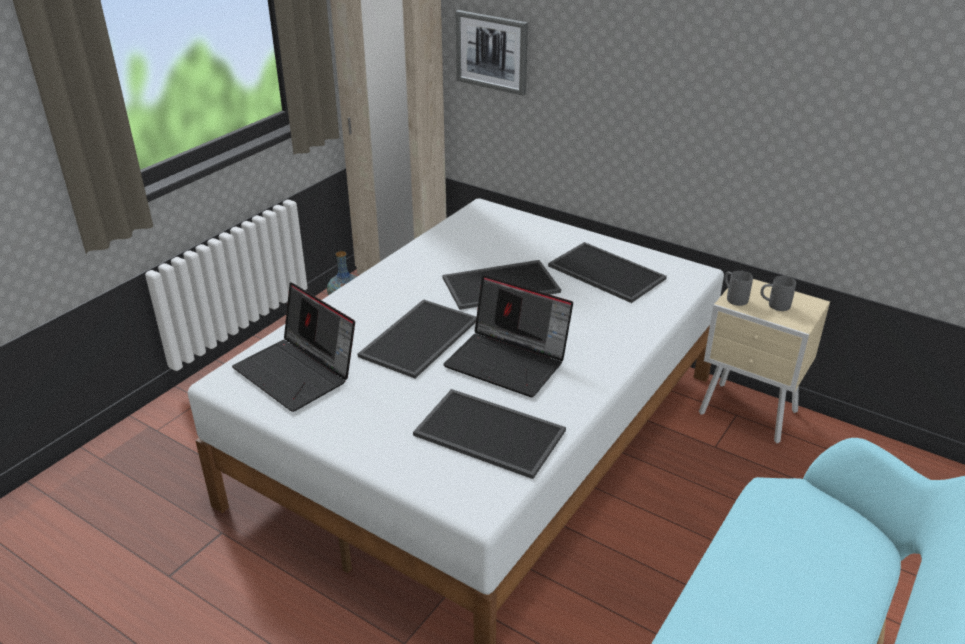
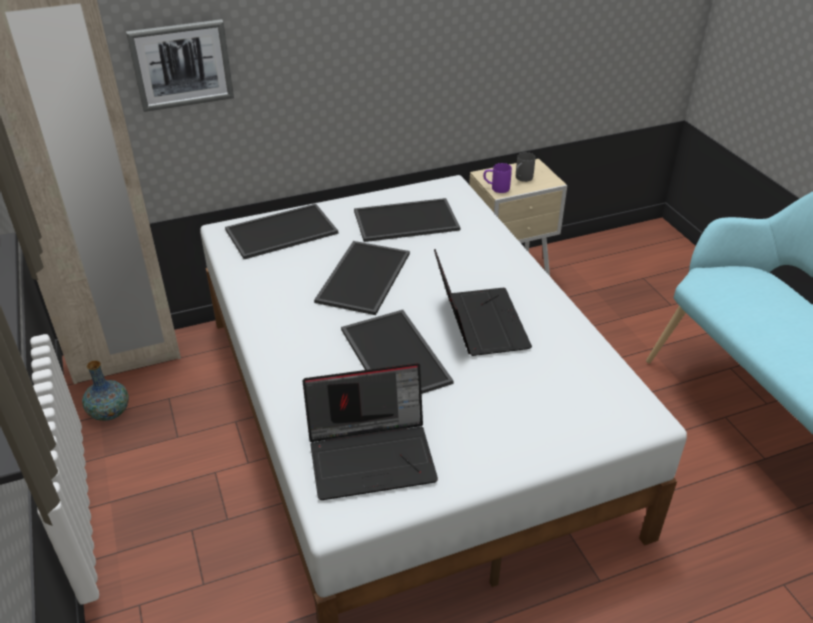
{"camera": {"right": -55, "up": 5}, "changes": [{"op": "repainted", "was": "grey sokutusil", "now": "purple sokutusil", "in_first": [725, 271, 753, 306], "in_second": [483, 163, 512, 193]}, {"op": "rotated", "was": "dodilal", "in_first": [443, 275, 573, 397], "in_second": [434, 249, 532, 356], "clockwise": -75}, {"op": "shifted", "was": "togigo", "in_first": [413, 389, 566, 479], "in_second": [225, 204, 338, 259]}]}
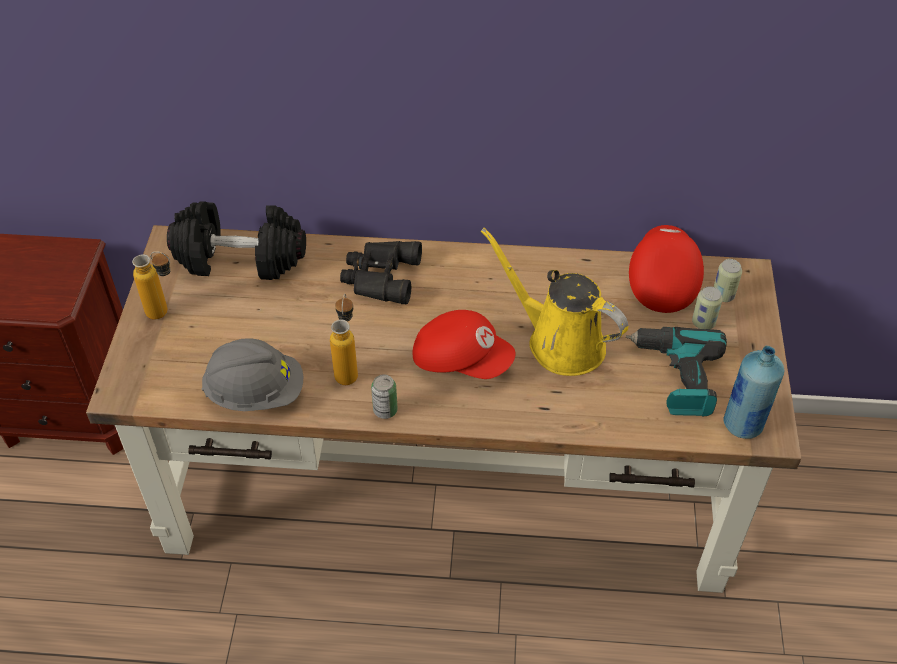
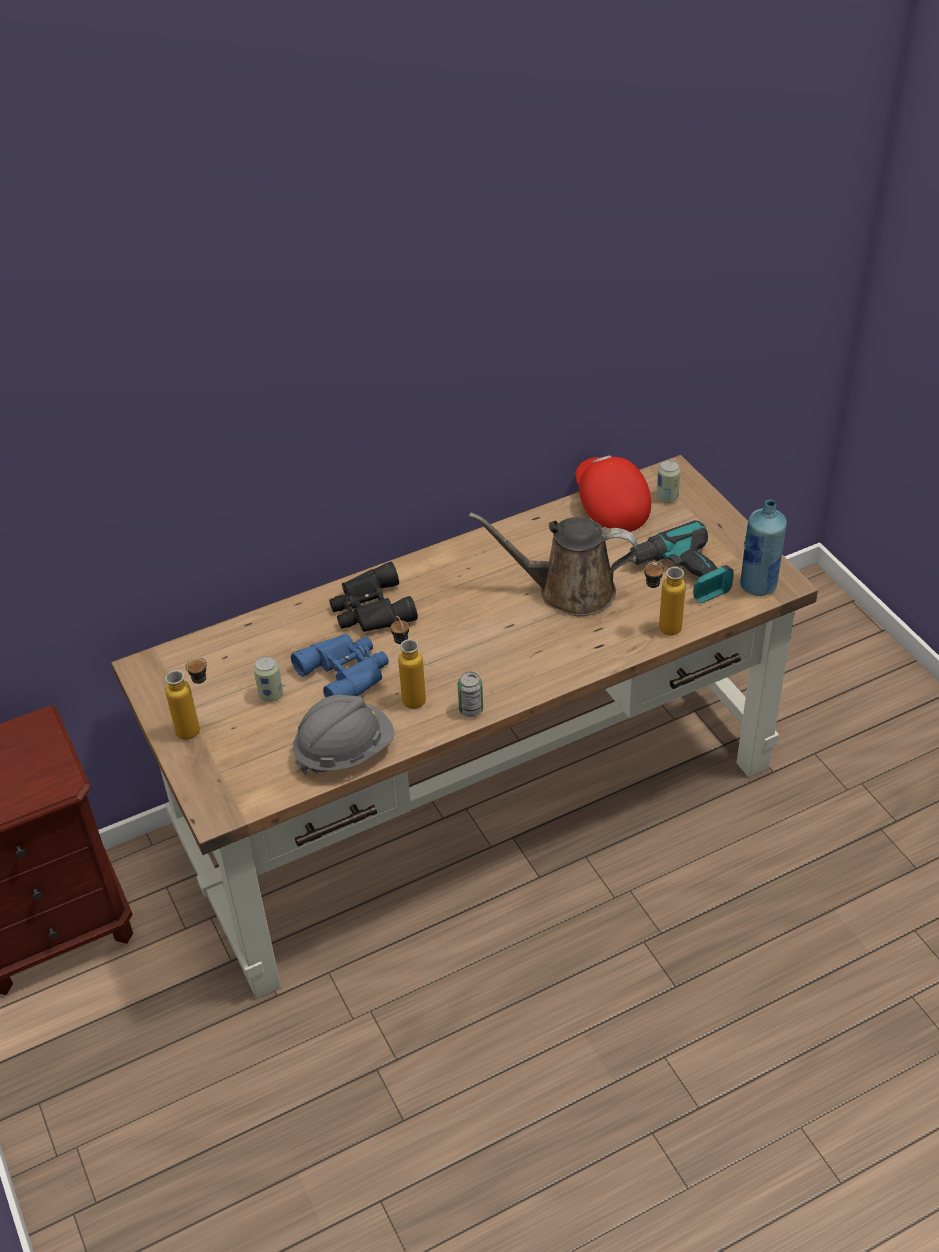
{"camera": {"right": -30, "up": -5}, "changes": [{"op": "gone", "was": "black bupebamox", "in_first": [167, 202, 306, 280]}, {"op": "repainted", "was": "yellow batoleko", "now": "brown batoleko", "in_first": [481, 228, 628, 376], "in_second": [469, 512, 637, 616]}, {"op": "shifted", "was": "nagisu", "in_first": [692, 286, 723, 329], "in_second": [254, 656, 283, 702]}, {"op": "gone", "was": "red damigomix", "in_first": [412, 310, 516, 379]}, {"op": "new", "now": "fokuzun", "in_second": [644, 562, 686, 635]}, {"op": "new", "now": "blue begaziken", "in_second": [291, 634, 389, 698]}]}
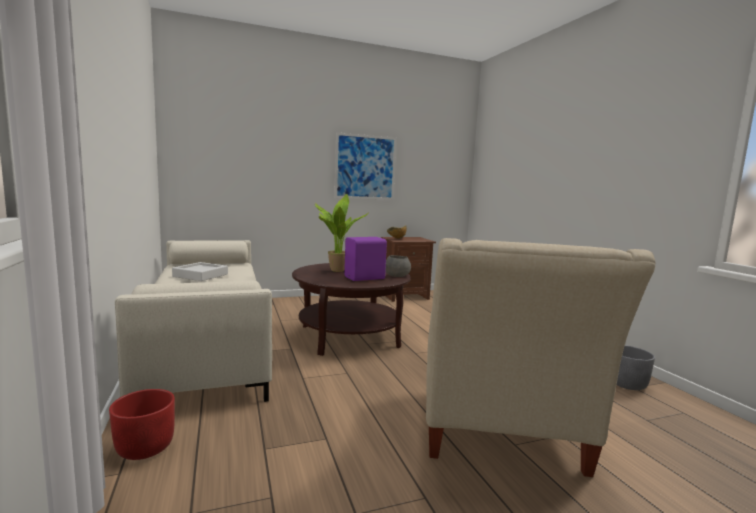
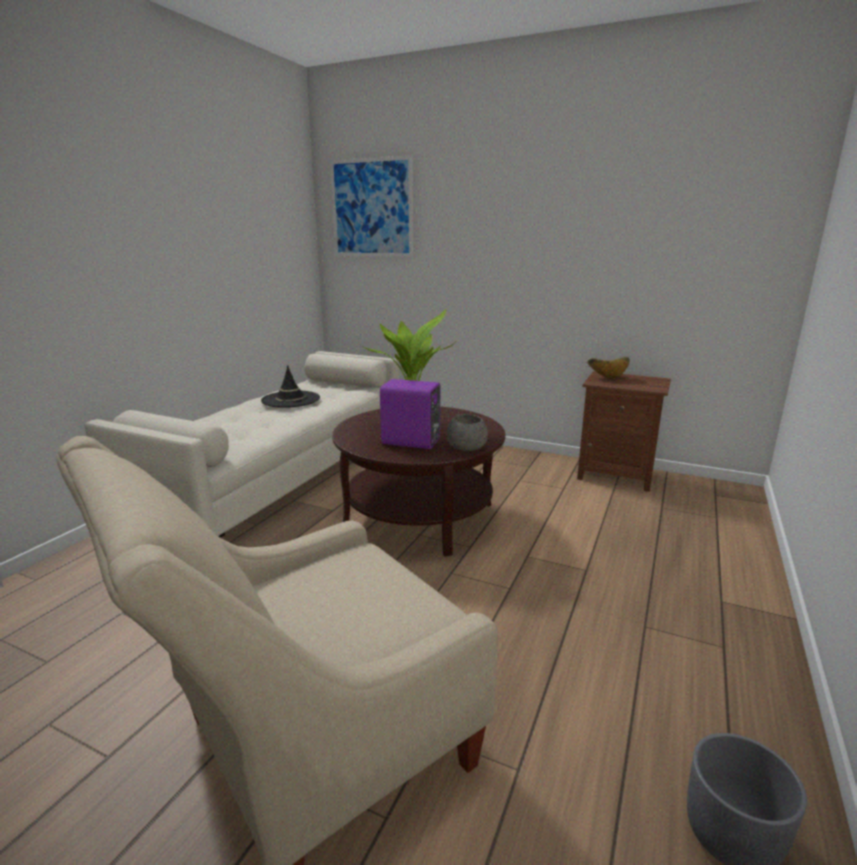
{"camera": {"right": 45, "up": 10}, "changes": [{"op": "shifted", "was": "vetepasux", "in_first": [334, 132, 397, 200], "in_second": [330, 155, 413, 257]}, {"op": "swapped", "was": "grey togigo", "now": "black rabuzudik", "in_first": [172, 262, 228, 281], "in_second": [261, 365, 320, 408]}, {"op": "gone", "was": "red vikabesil", "in_first": [109, 389, 175, 460]}]}
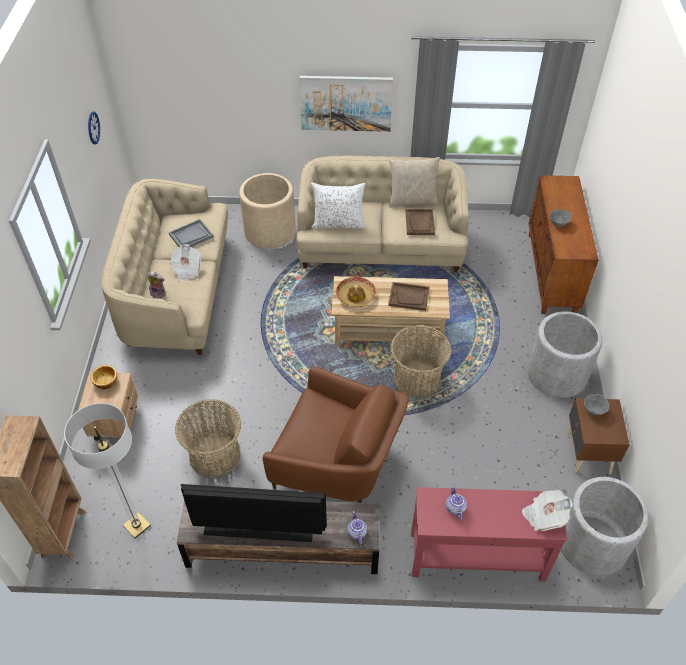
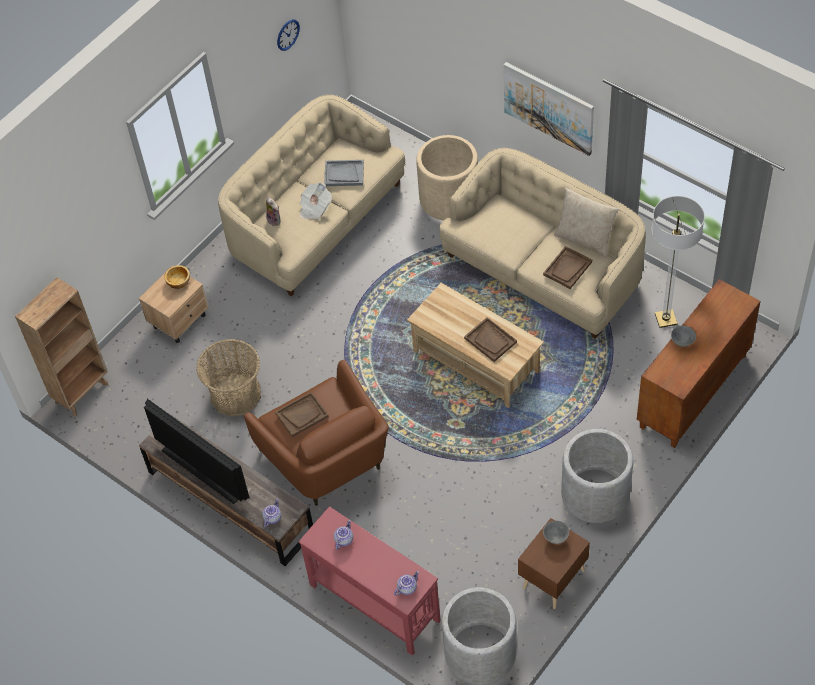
{"camera": {"right": 40, "up": 5}, "changes": [{"op": "gone", "was": "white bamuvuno", "in_first": [311, 183, 365, 229]}, {"op": "gone", "was": "rabuzudik", "in_first": [336, 277, 376, 307]}, {"op": "gone", "was": "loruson", "in_first": [390, 325, 452, 398]}, {"op": "shifted", "was": "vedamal", "in_first": [64, 403, 151, 538], "in_second": [651, 196, 705, 328]}, {"op": "swapped", "was": "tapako", "now": "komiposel", "in_first": [522, 490, 573, 531], "in_second": [394, 571, 419, 596]}, {"op": "new", "now": "brown togigo", "in_second": [275, 392, 329, 437]}]}
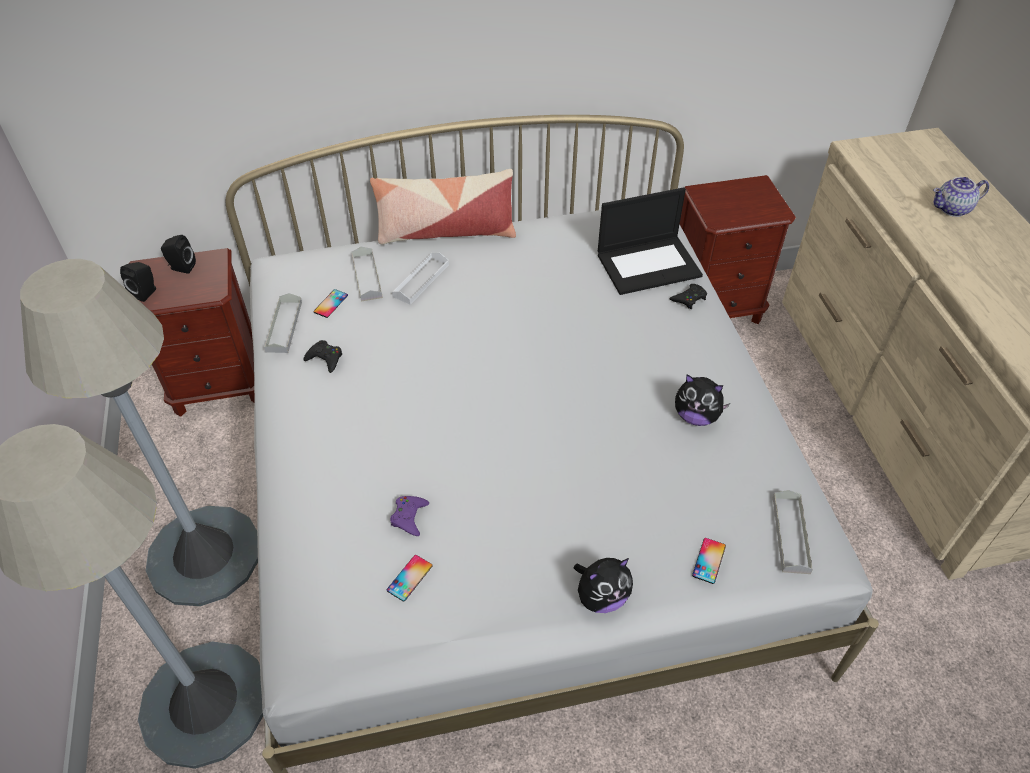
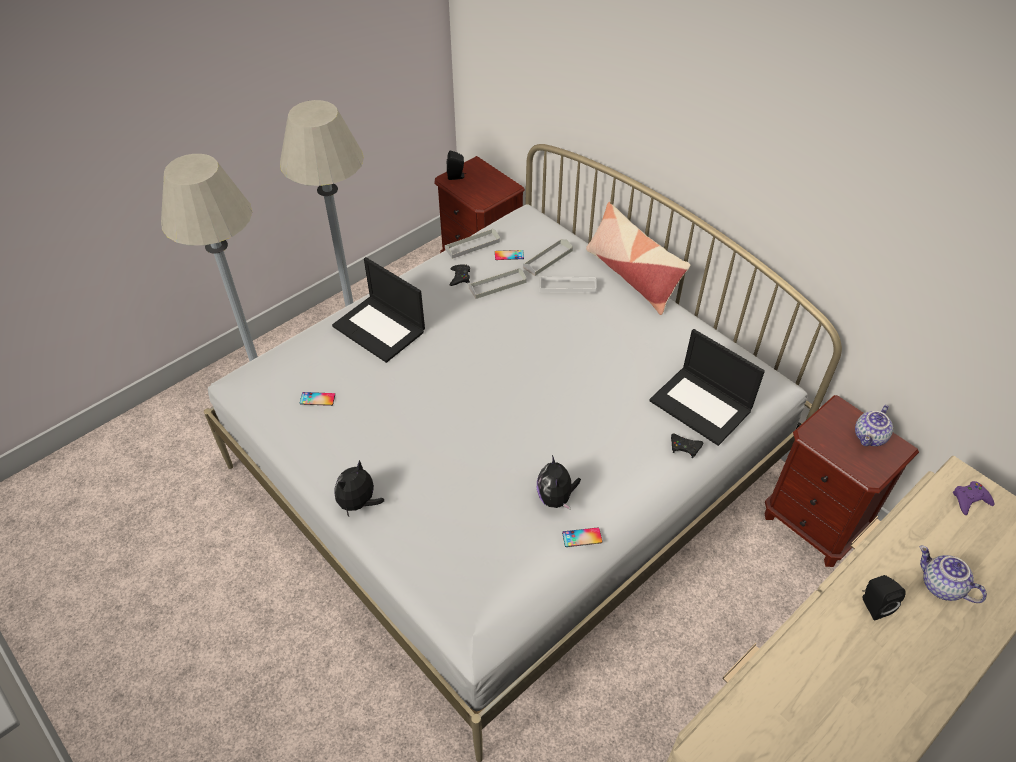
{"camera": {"right": 60, "up": 0}, "changes": [{"op": "shifted", "was": "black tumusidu", "in_first": [161, 235, 196, 274], "in_second": [862, 575, 906, 620]}, {"op": "shifted", "was": "grey togigo", "in_first": [773, 490, 813, 574], "in_second": [469, 268, 527, 299]}, {"op": "shifted", "was": "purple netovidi", "in_first": [390, 496, 429, 536], "in_second": [953, 481, 994, 515]}, {"op": "shifted", "was": "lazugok", "in_first": [692, 538, 726, 584], "in_second": [562, 528, 602, 547]}, {"op": "rotated", "was": "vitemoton", "in_first": [574, 558, 633, 613], "in_second": [335, 460, 384, 517], "clockwise": 90}, {"op": "new", "now": "dodilal", "in_second": [332, 257, 425, 363]}, {"op": "new", "now": "komiposel", "in_second": [855, 405, 893, 446]}]}
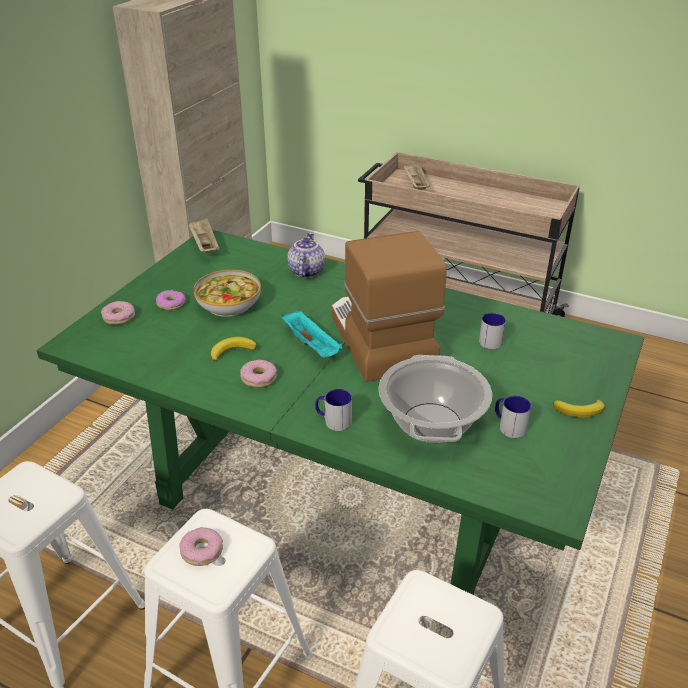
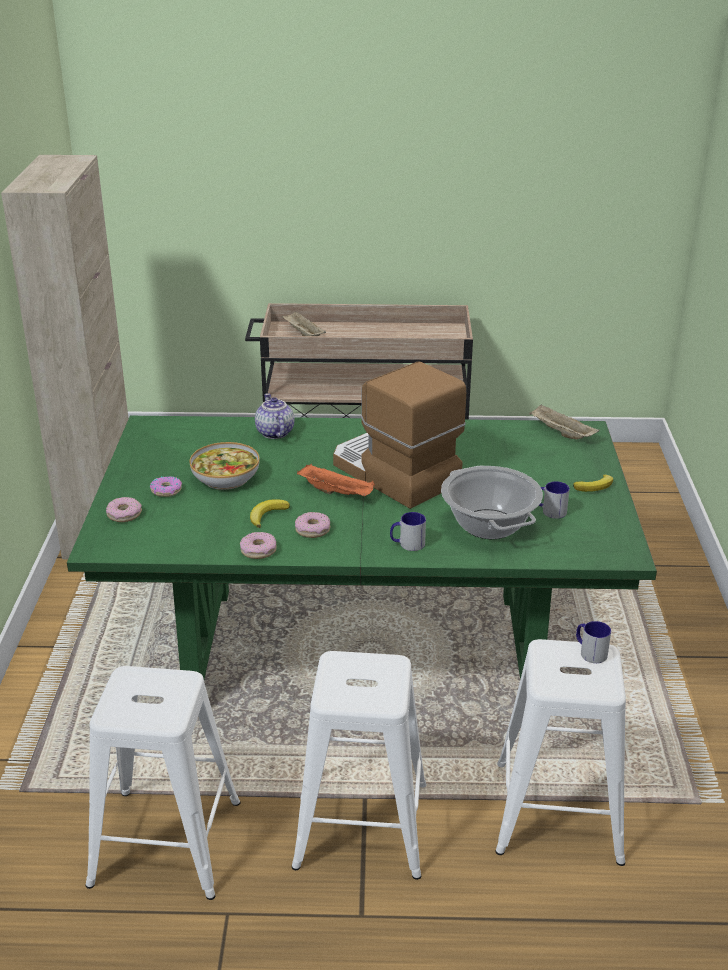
{"camera": {"right": -25, "up": -5}, "changes": [{"op": "shifted", "was": "beige togigo", "in_first": [187, 218, 219, 253], "in_second": [529, 404, 599, 439]}, {"op": "repainted", "was": "turquoise togigo", "now": "orange togigo", "in_first": [281, 310, 342, 358], "in_second": [297, 464, 375, 496]}, {"op": "shifted", "was": "sokutusil", "in_first": [479, 313, 506, 349], "in_second": [576, 621, 611, 663]}, {"op": "shifted", "was": "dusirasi", "in_first": [179, 527, 223, 566], "in_second": [240, 532, 277, 559]}]}
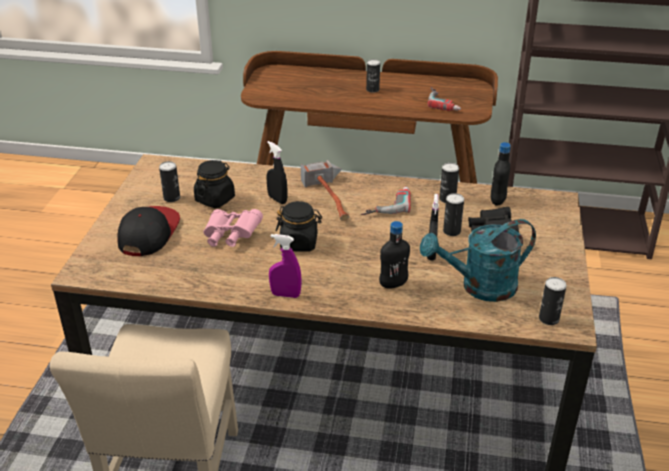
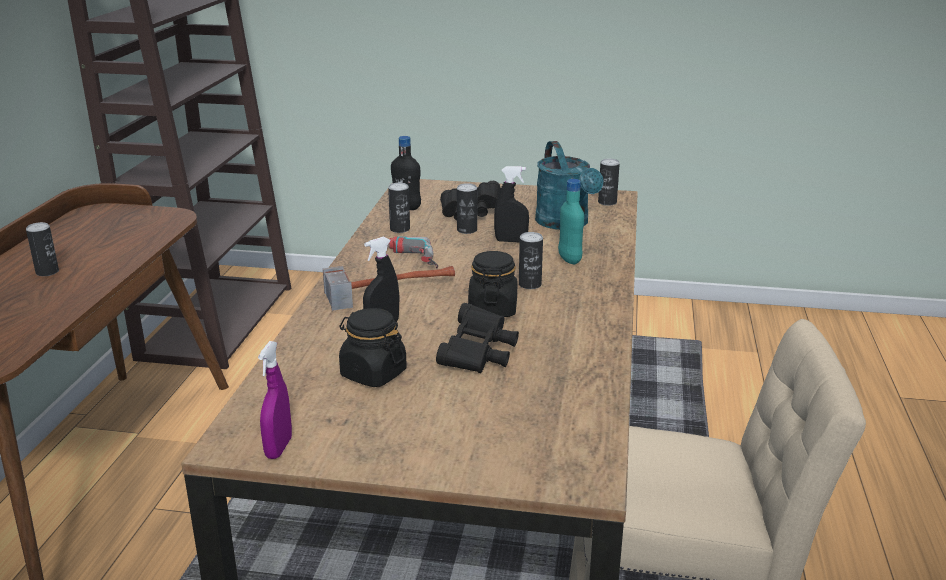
{"camera": {"right": -90, "up": -10}, "changes": [{"op": "gone", "was": "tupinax", "in_first": [427, 87, 461, 111]}, {"op": "shifted", "was": "nagisu", "in_first": [159, 161, 180, 202], "in_second": [519, 232, 543, 289]}, {"op": "gone", "was": "damigomix", "in_first": [117, 206, 180, 256]}, {"op": "repainted", "was": "pink begaziken", "now": "black begaziken", "in_first": [203, 209, 263, 247], "in_second": [436, 303, 519, 373]}, {"op": "repainted", "was": "black fokuzun", "now": "turquoise fokuzun", "in_first": [379, 221, 410, 289], "in_second": [558, 179, 584, 264]}, {"op": "shifted", "was": "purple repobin", "in_first": [269, 234, 301, 298], "in_second": [258, 341, 292, 459]}]}
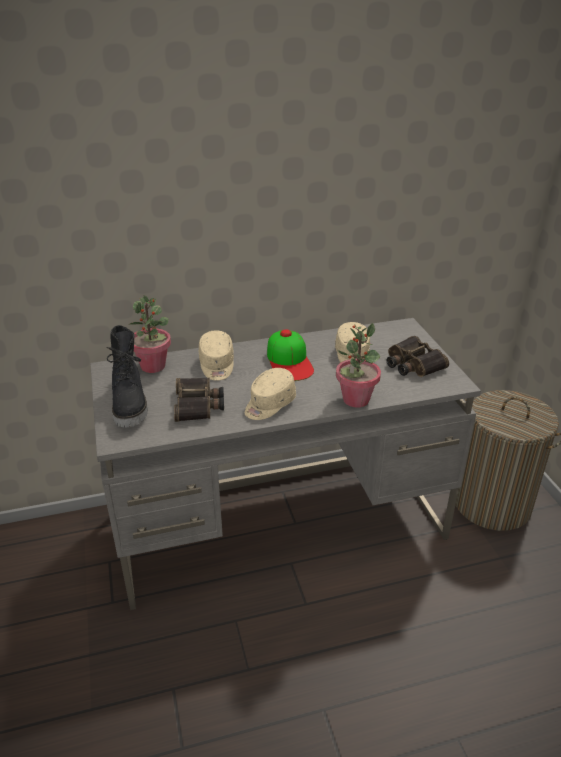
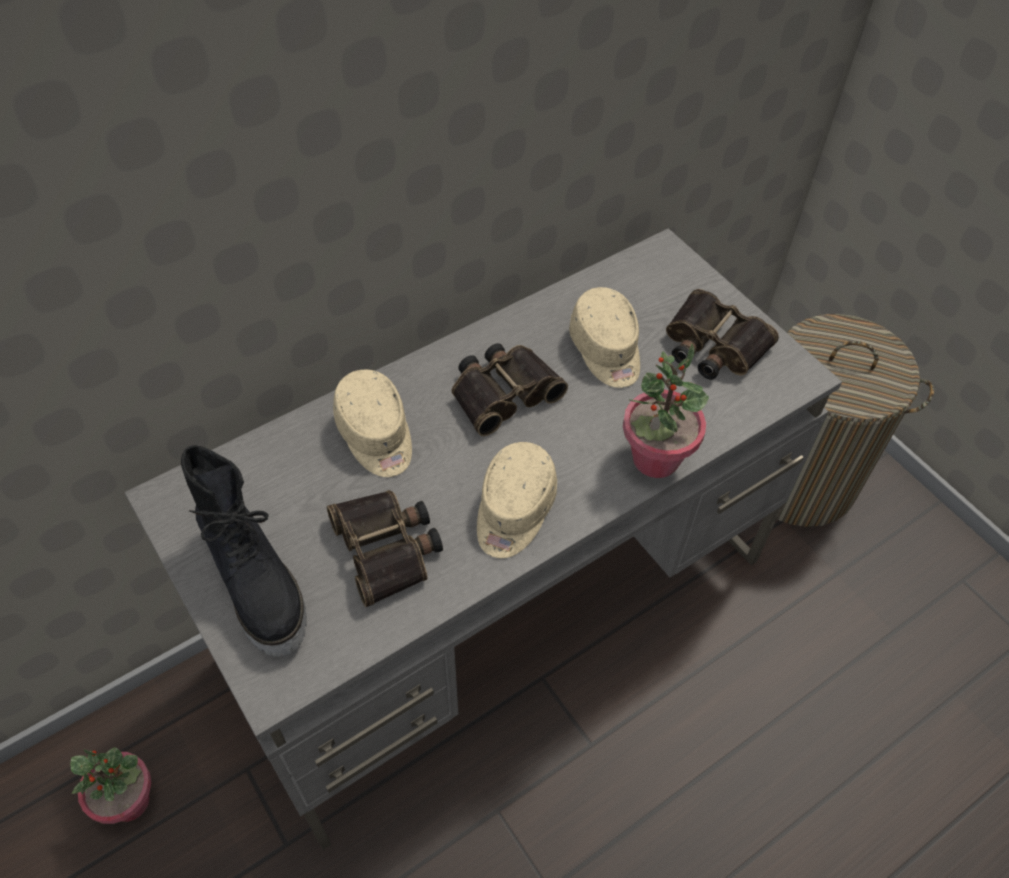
{"camera": {"right": -20, "up": 20}, "changes": [{"op": "shifted", "was": "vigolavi", "in_first": [129, 295, 171, 373], "in_second": [70, 747, 151, 824]}, {"op": "swapped", "was": "damigomix", "now": "begaziken", "in_first": [267, 330, 314, 381], "in_second": [451, 343, 568, 436]}]}
